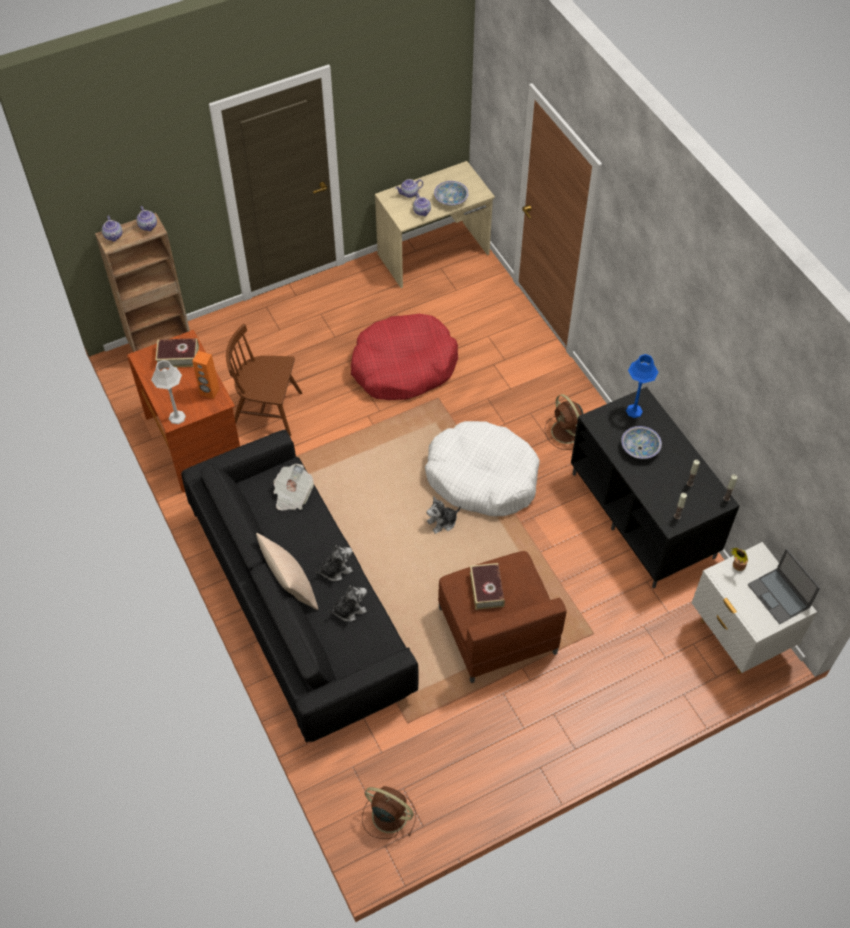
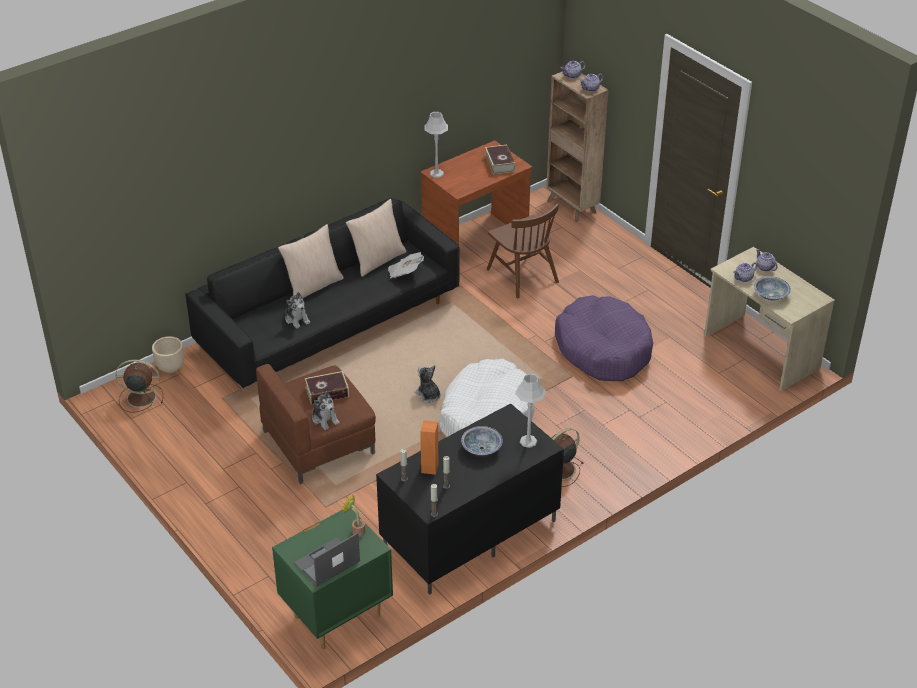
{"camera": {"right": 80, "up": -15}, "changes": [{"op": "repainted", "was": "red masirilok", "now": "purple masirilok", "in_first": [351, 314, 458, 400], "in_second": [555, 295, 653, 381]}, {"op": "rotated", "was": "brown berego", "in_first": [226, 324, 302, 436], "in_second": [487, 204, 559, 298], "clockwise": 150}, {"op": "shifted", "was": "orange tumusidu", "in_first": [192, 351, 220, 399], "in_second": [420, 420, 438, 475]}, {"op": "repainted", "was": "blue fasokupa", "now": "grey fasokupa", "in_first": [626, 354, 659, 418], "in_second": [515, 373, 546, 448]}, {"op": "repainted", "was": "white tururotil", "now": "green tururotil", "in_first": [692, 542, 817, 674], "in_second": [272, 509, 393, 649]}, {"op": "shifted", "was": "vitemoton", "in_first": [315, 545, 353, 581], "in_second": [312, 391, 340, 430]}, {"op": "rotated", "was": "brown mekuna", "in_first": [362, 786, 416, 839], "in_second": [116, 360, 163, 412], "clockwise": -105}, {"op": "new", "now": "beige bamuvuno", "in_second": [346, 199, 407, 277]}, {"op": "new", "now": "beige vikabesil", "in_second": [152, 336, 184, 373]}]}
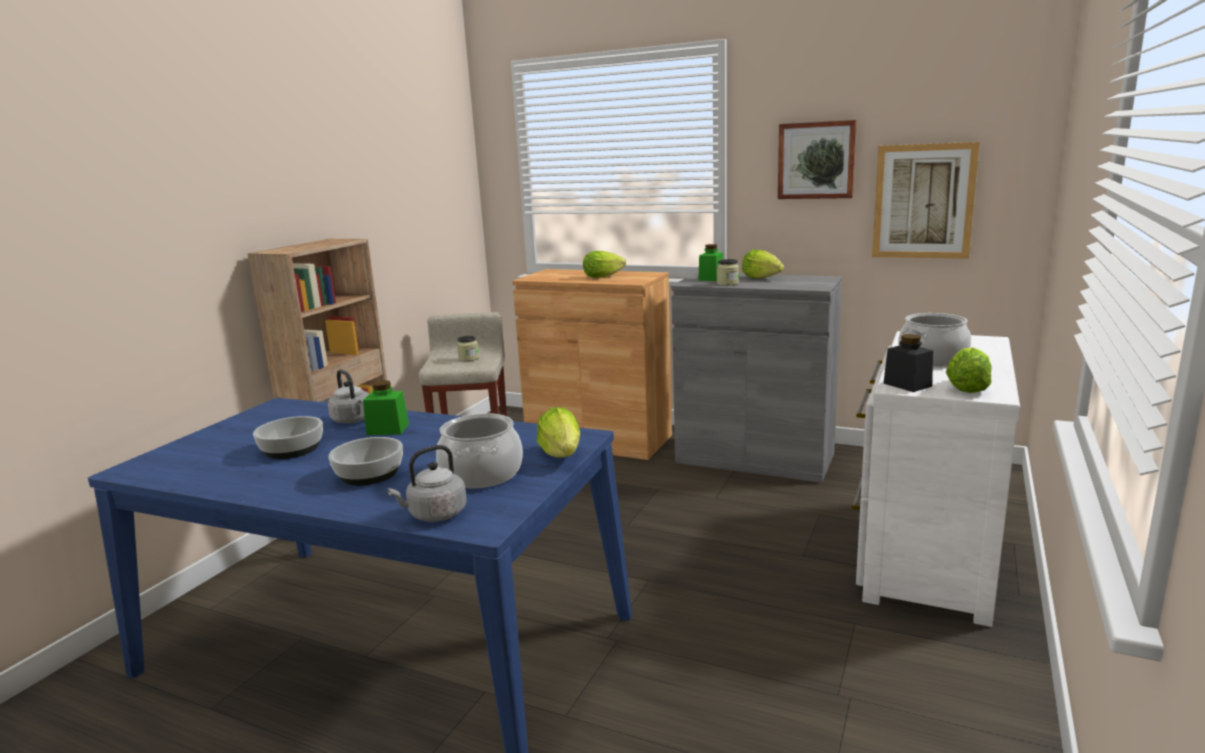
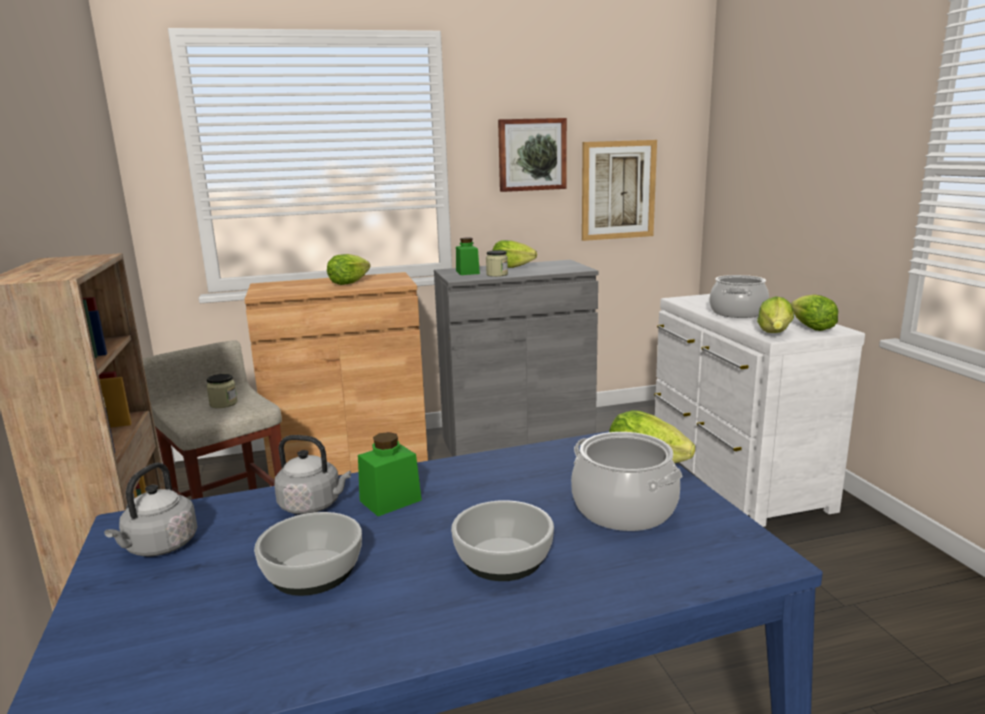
{"camera": {"right": -40, "up": 0}, "changes": [{"op": "swapped", "was": "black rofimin", "now": "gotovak", "in_first": [883, 334, 933, 392], "in_second": [757, 296, 794, 333]}, {"op": "shifted", "was": "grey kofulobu", "in_first": [387, 445, 467, 522], "in_second": [104, 462, 197, 557]}]}
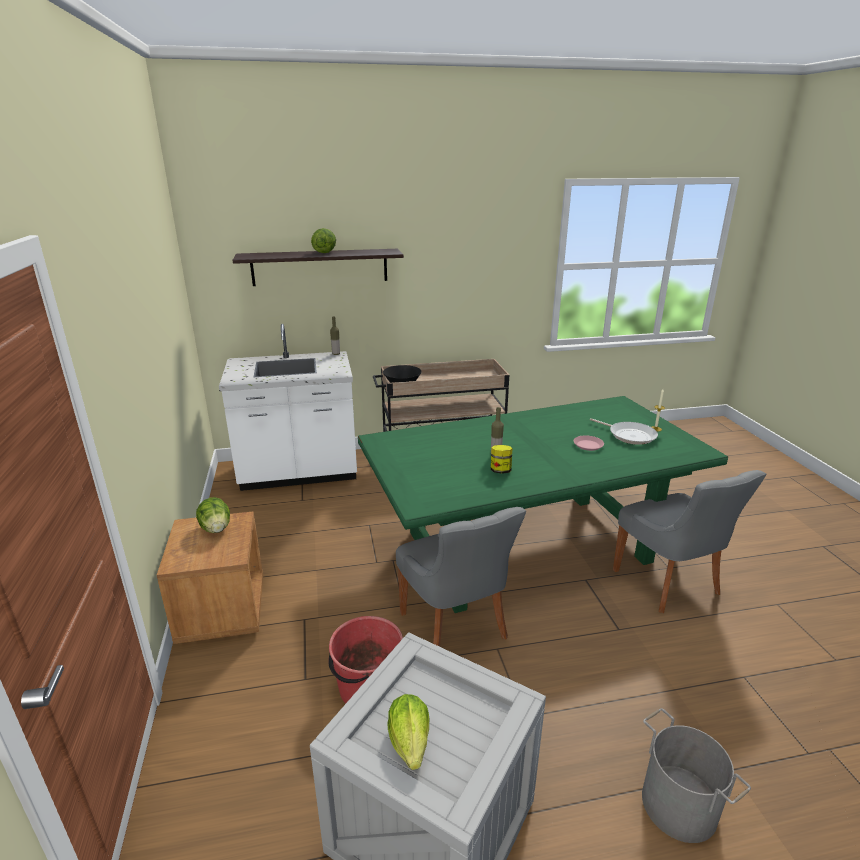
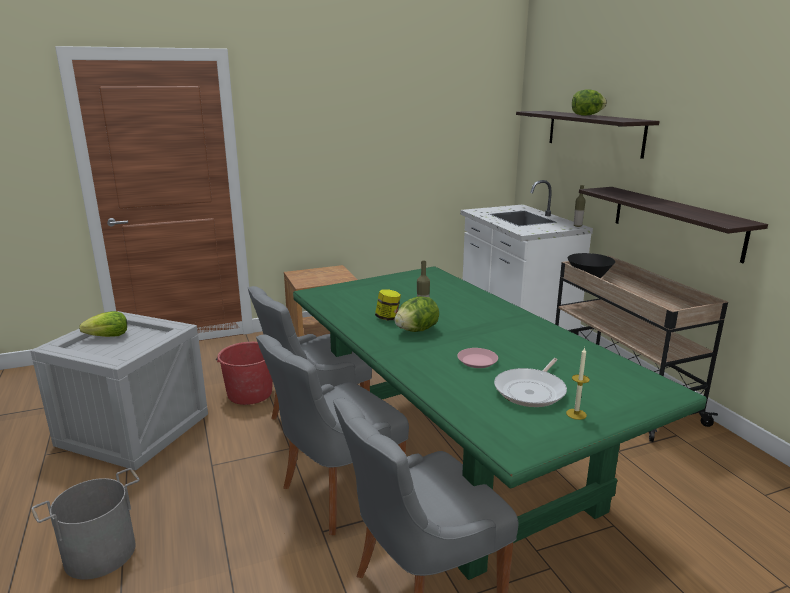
{"camera": {"right": 80, "up": -5}, "changes": [{"op": "shifted", "was": "gotovak", "in_first": [196, 497, 230, 533], "in_second": [394, 296, 439, 332]}, {"op": "new", "now": "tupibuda", "in_second": [579, 187, 768, 263]}, {"op": "new", "now": "grey berego", "in_second": [256, 335, 409, 535]}]}
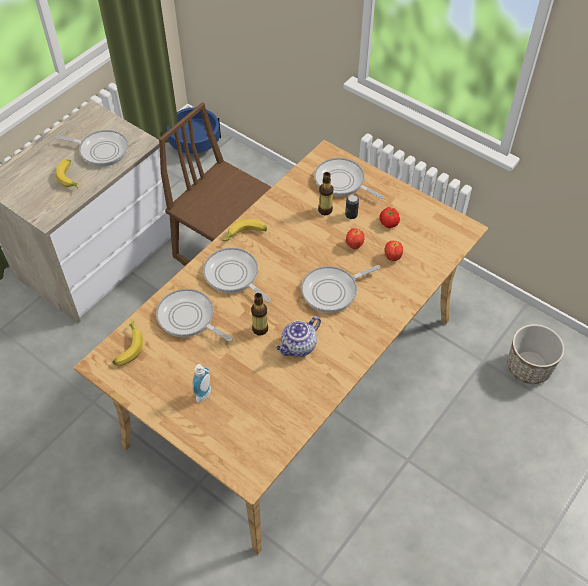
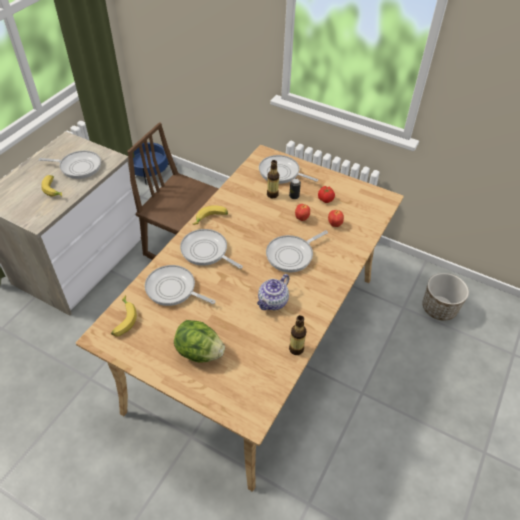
{"camera": {"right": -10, "up": -5}, "changes": [{"op": "shifted", "was": "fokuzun", "in_first": [251, 293, 268, 336], "in_second": [289, 315, 306, 355]}, {"op": "swapped", "was": "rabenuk", "now": "gotovak", "in_first": [192, 364, 211, 403], "in_second": [174, 320, 225, 363]}]}
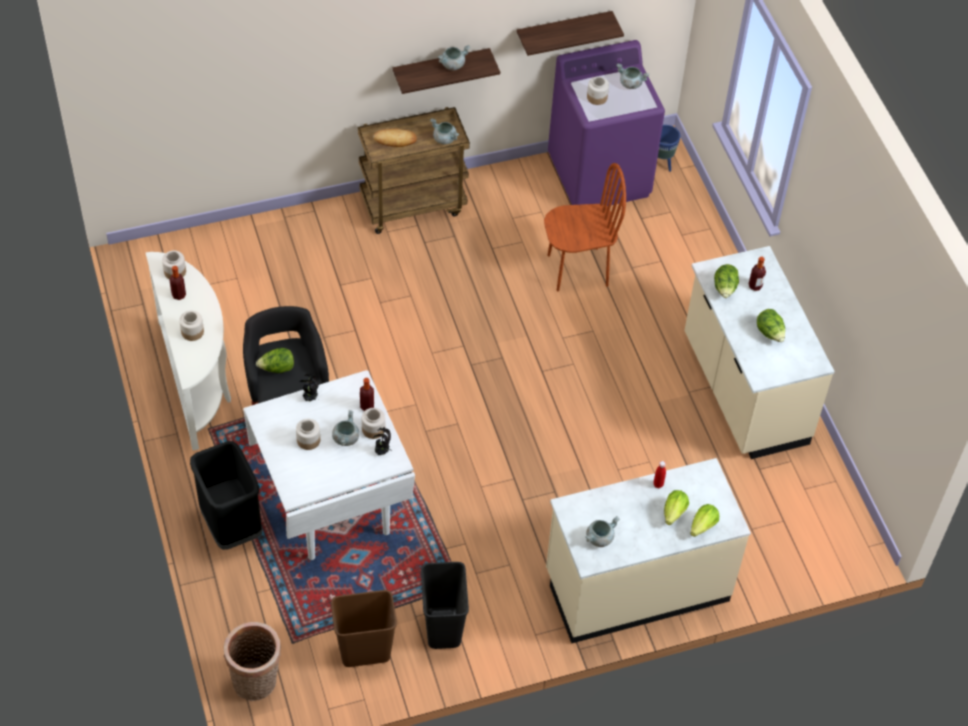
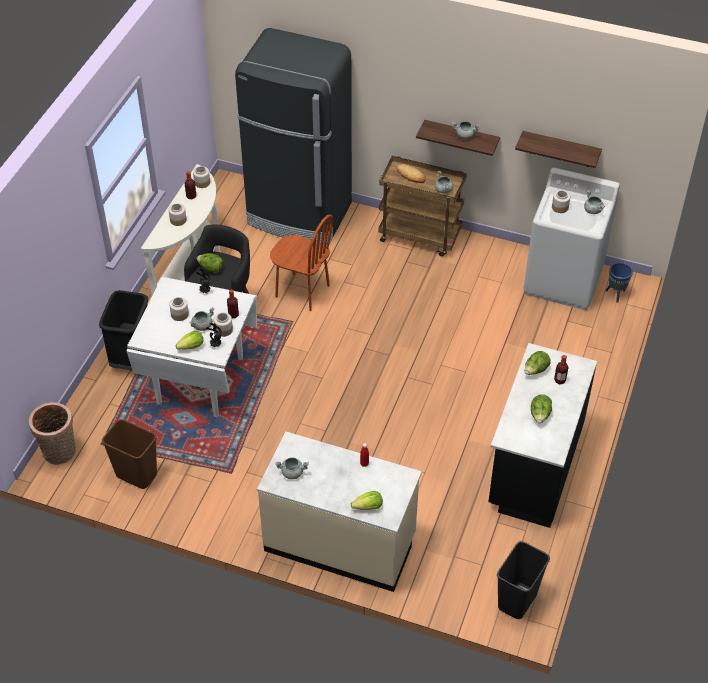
{"camera": {"right": 40, "up": -5}, "changes": [{"op": "repainted", "was": "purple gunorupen", "now": "white gunorupen", "in_first": [548, 40, 665, 206], "in_second": [524, 168, 620, 310]}, {"op": "shifted", "was": "brown berego", "in_first": [544, 163, 626, 291], "in_second": [270, 214, 333, 311]}, {"op": "repainted", "was": "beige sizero", "now": "black sizero", "in_first": [684, 246, 834, 459], "in_second": [488, 343, 597, 528]}, {"op": "shifted", "was": "gotovak", "in_first": [664, 490, 689, 525], "in_second": [175, 331, 203, 350]}, {"op": "shifted", "was": "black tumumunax", "in_first": [421, 562, 469, 649], "in_second": [497, 541, 550, 619]}, {"op": "new", "now": "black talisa", "in_second": [235, 28, 352, 244]}]}
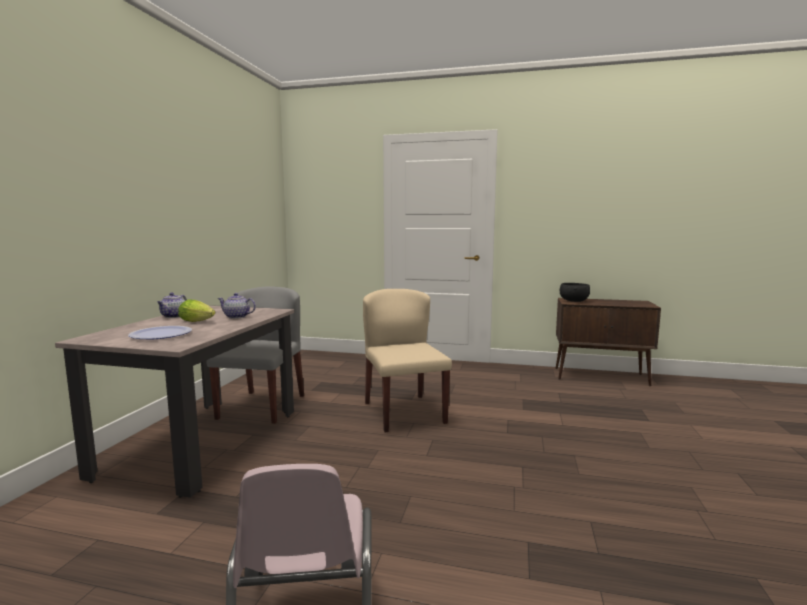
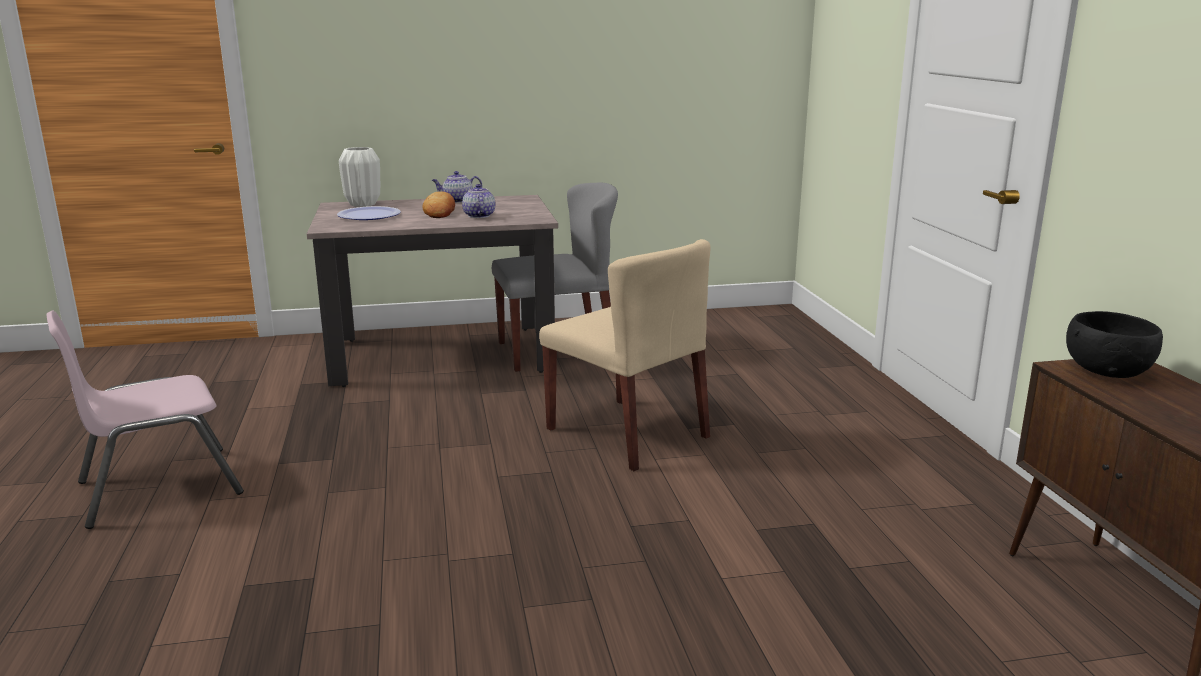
{"camera": {"right": 65, "up": 10}, "changes": [{"op": "rotated", "was": "beige berego", "in_first": [363, 289, 452, 433], "in_second": [539, 239, 711, 471], "clockwise": 90}, {"op": "swapped", "was": "gotovak", "now": "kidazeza", "in_first": [178, 299, 215, 322], "in_second": [422, 191, 455, 218]}, {"op": "new", "now": "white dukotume", "in_second": [339, 147, 380, 207]}]}
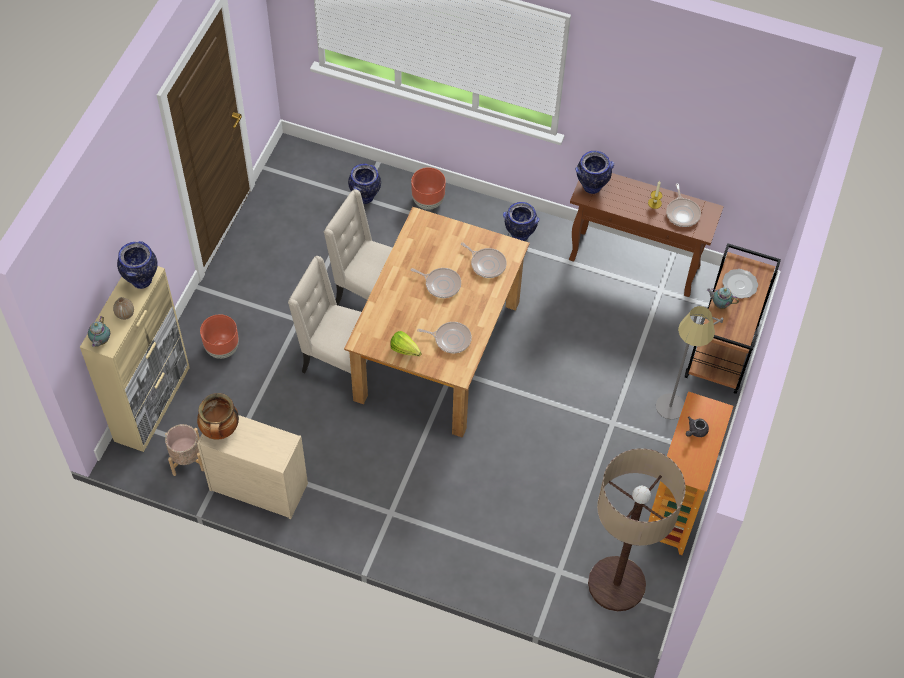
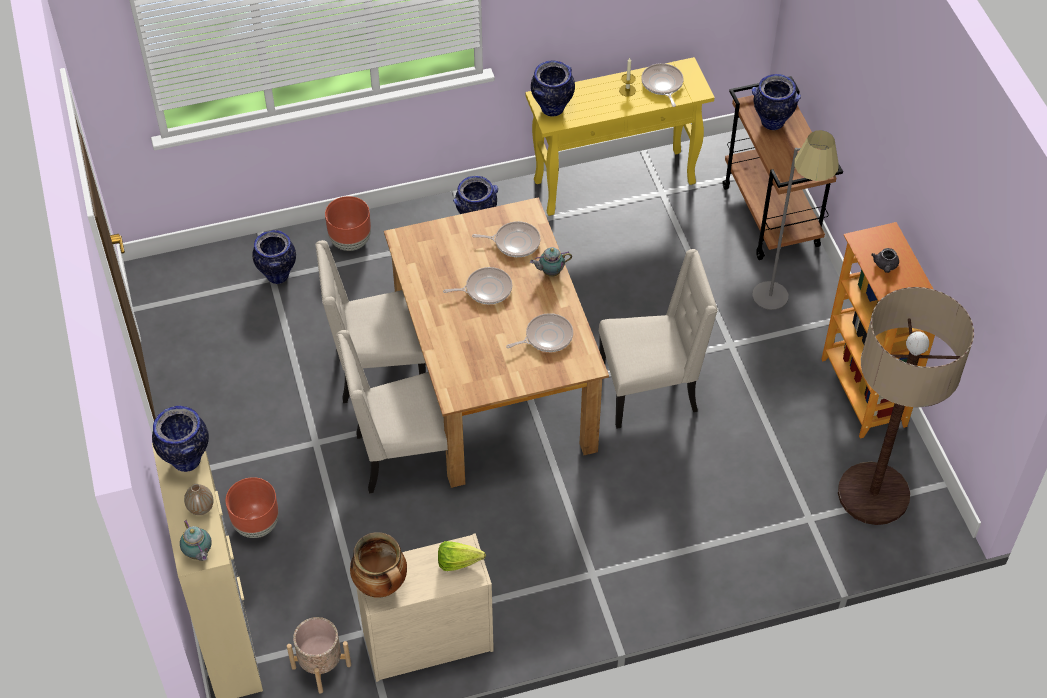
{"camera": {"right": -35, "up": -5}, "changes": [{"op": "repainted", "was": "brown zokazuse", "now": "yellow zokazuse", "in_first": [569, 173, 724, 297], "in_second": [525, 57, 715, 216]}, {"op": "rotated", "was": "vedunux", "in_first": [666, 184, 701, 227], "in_second": [641, 63, 683, 107], "clockwise": -150}, {"op": "swapped", "was": "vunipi", "now": "dukotume", "in_first": [722, 269, 758, 299], "in_second": [752, 74, 801, 130]}, {"op": "shifted", "was": "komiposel", "in_first": [707, 287, 739, 309], "in_second": [530, 247, 572, 277]}, {"op": "shifted", "was": "gotovak", "in_first": [390, 331, 422, 357], "in_second": [438, 541, 486, 571]}, {"op": "new", "now": "beige berego", "in_second": [599, 249, 718, 429]}]}
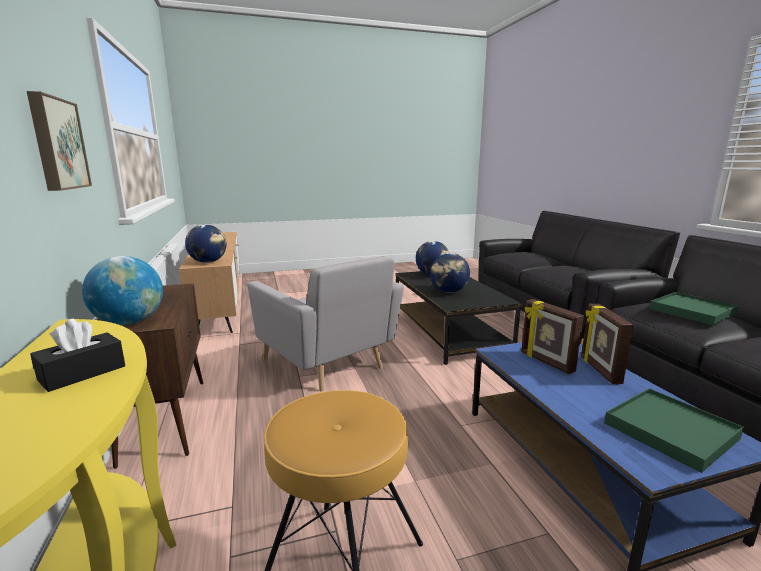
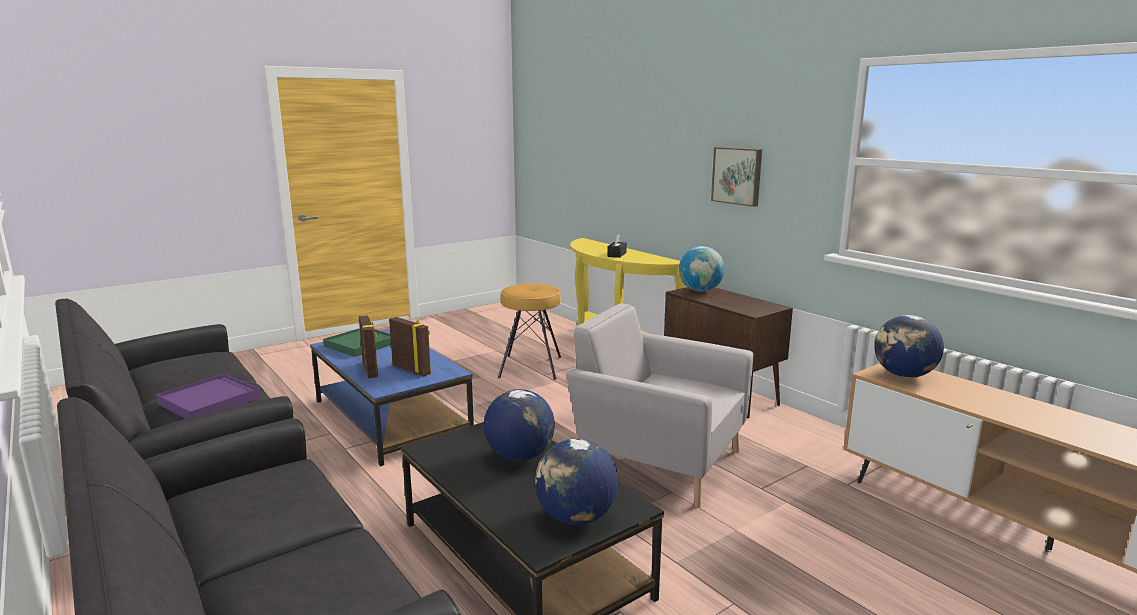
{"camera": {"right": 160, "up": 0}, "changes": [{"op": "repainted", "was": "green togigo", "now": "purple togigo", "in_first": [649, 292, 738, 325], "in_second": [156, 374, 260, 419]}]}
